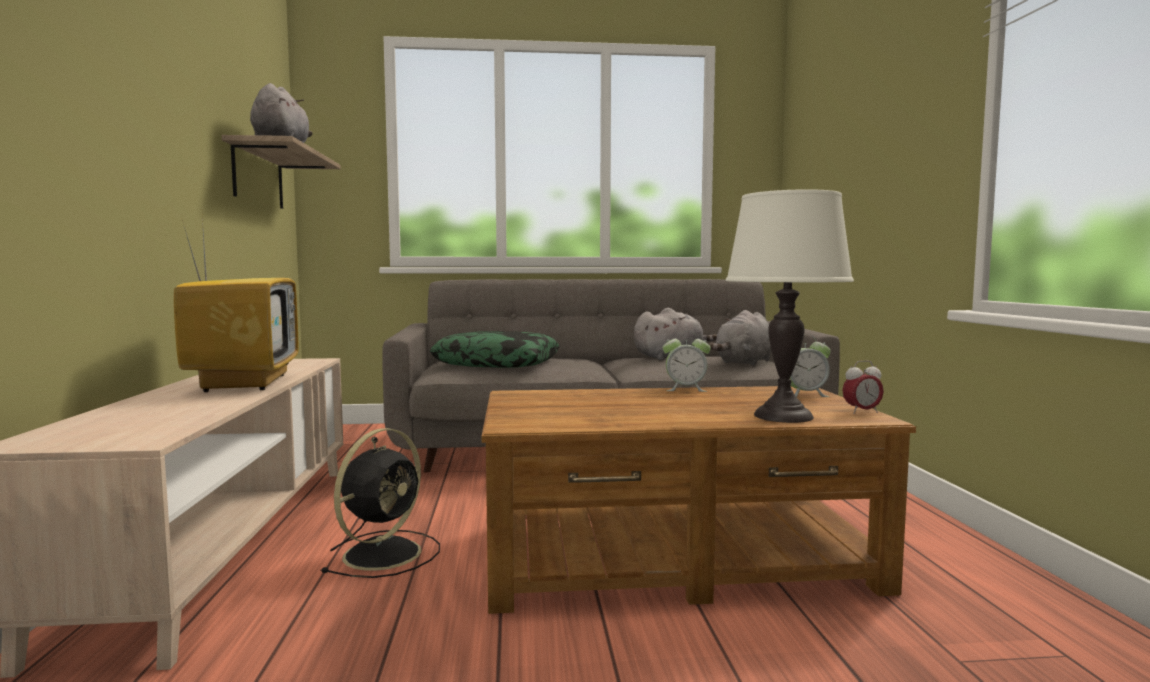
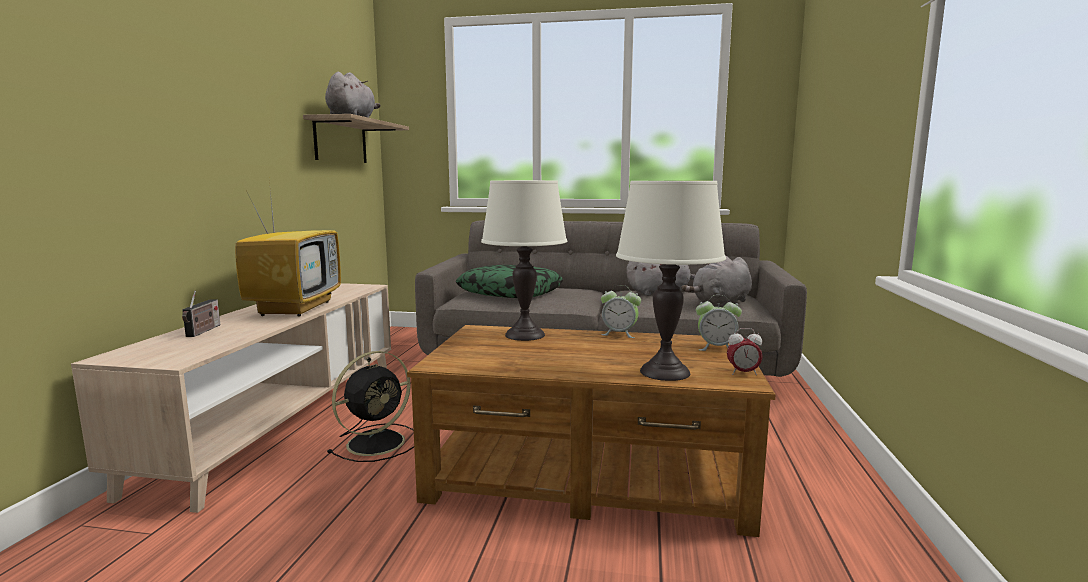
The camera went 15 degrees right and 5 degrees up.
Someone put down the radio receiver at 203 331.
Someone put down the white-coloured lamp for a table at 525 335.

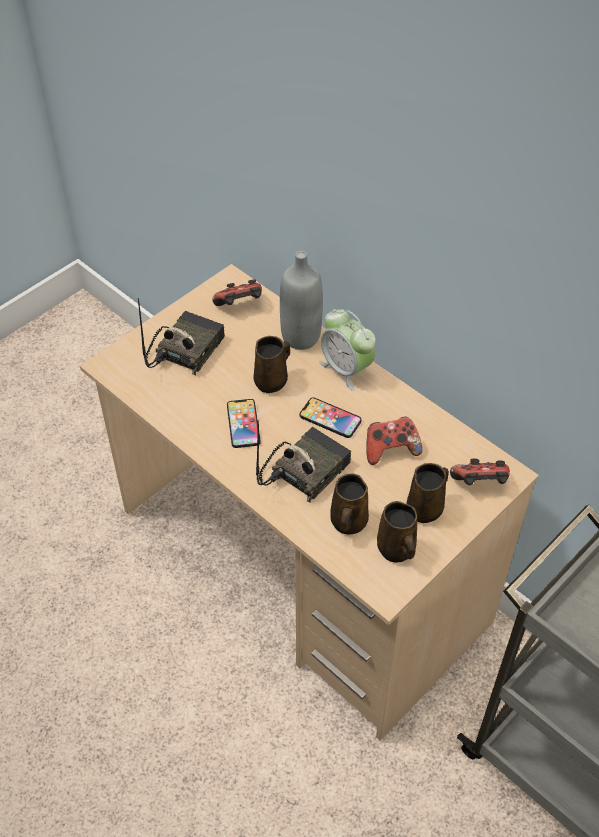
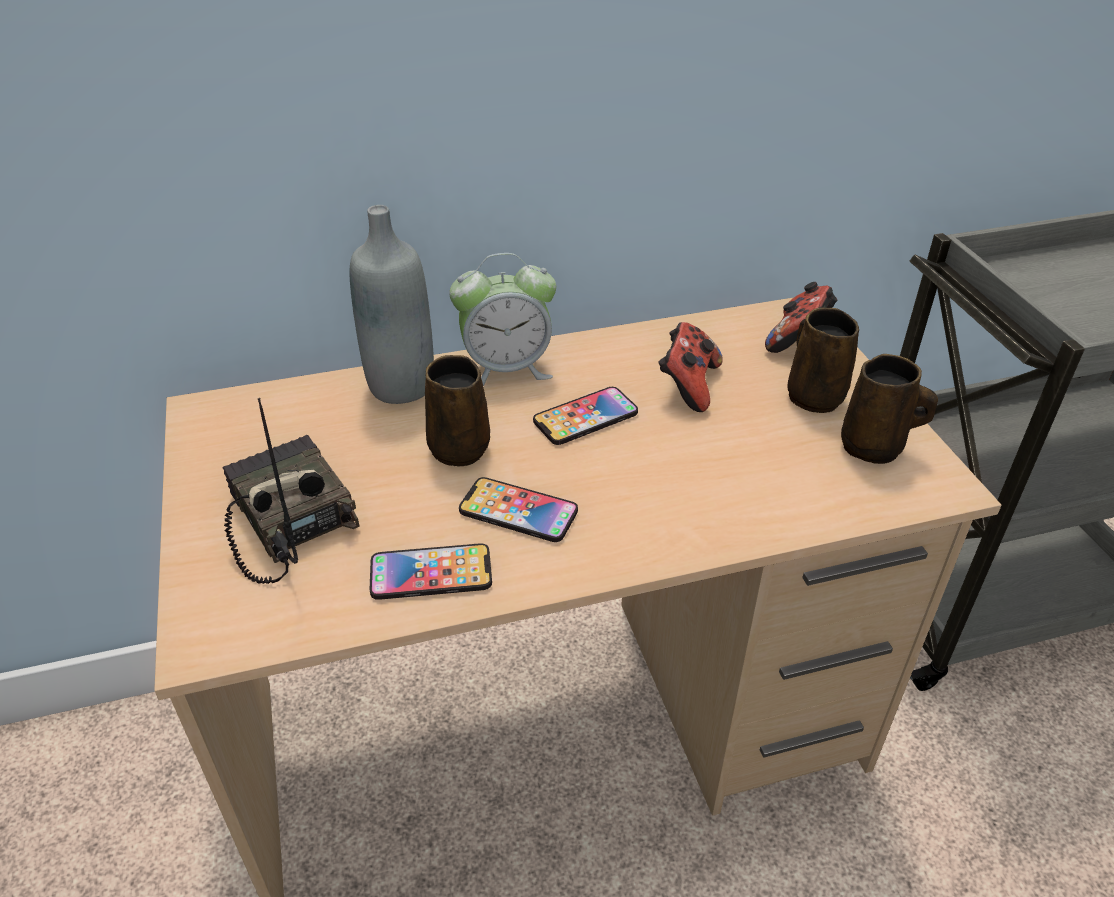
The camera went 60 degrees left and 10 degrees down.
Someone took away the joypad at 240 306.
Someone took away the radio receiver at 304 470.
Someone took away the brown-coloured mug at 348 523.
Someone put down the handset at 431 573.

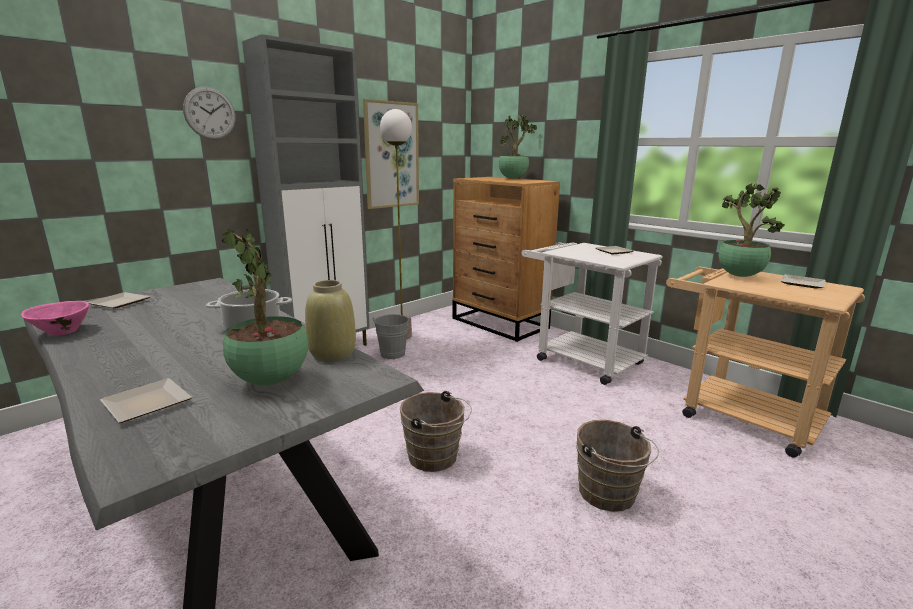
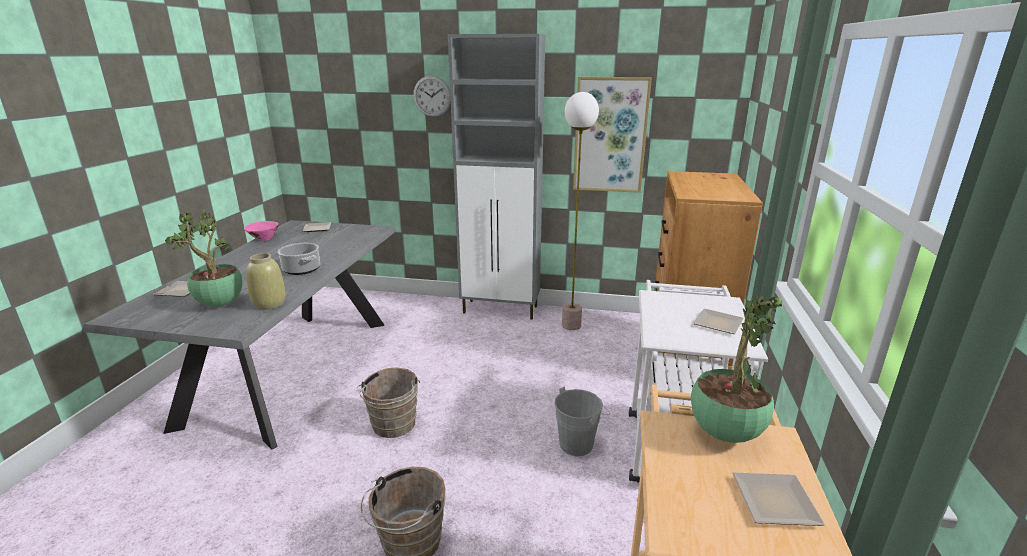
The camera went 55 degrees right and 5 degrees up.
Someone carried the gray water bucket from 393 353 to 579 443.
Someone took away the houseplant at 513 178.

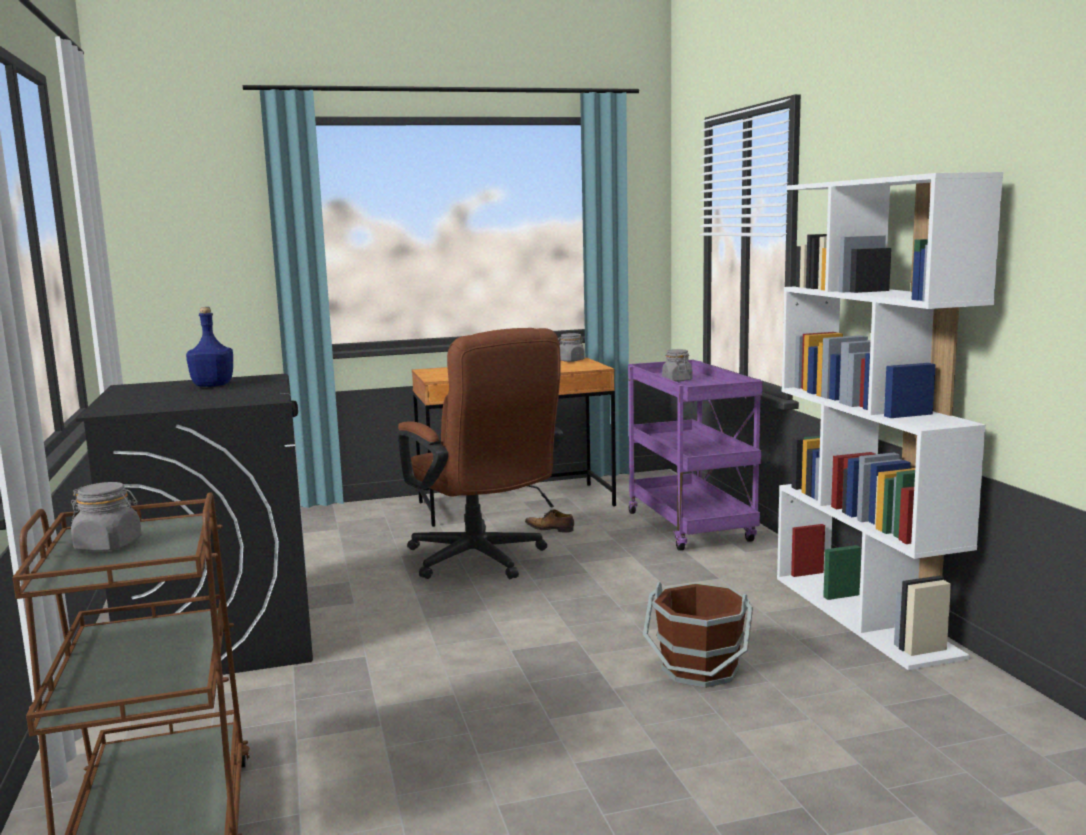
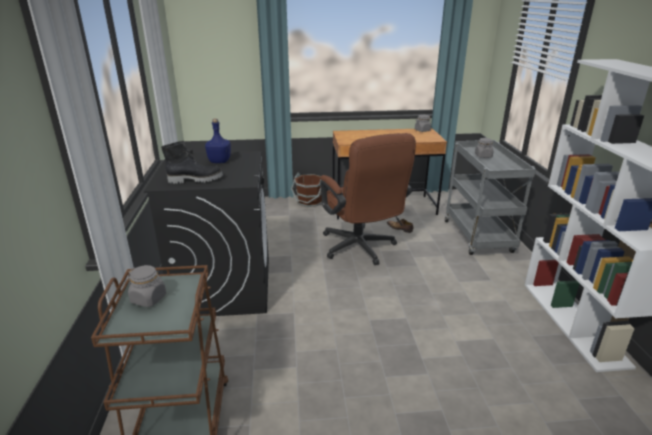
The camera went 10 degrees right and 15 degrees up.
Someone repainted the purple-coloured wheeled cart at 692 528, which became the gray wheeled cart at 479 237.
Someone carried the brown-coloured water bucket from 700 670 to 309 202.
Someone put down the black high-top boot at 195 180.

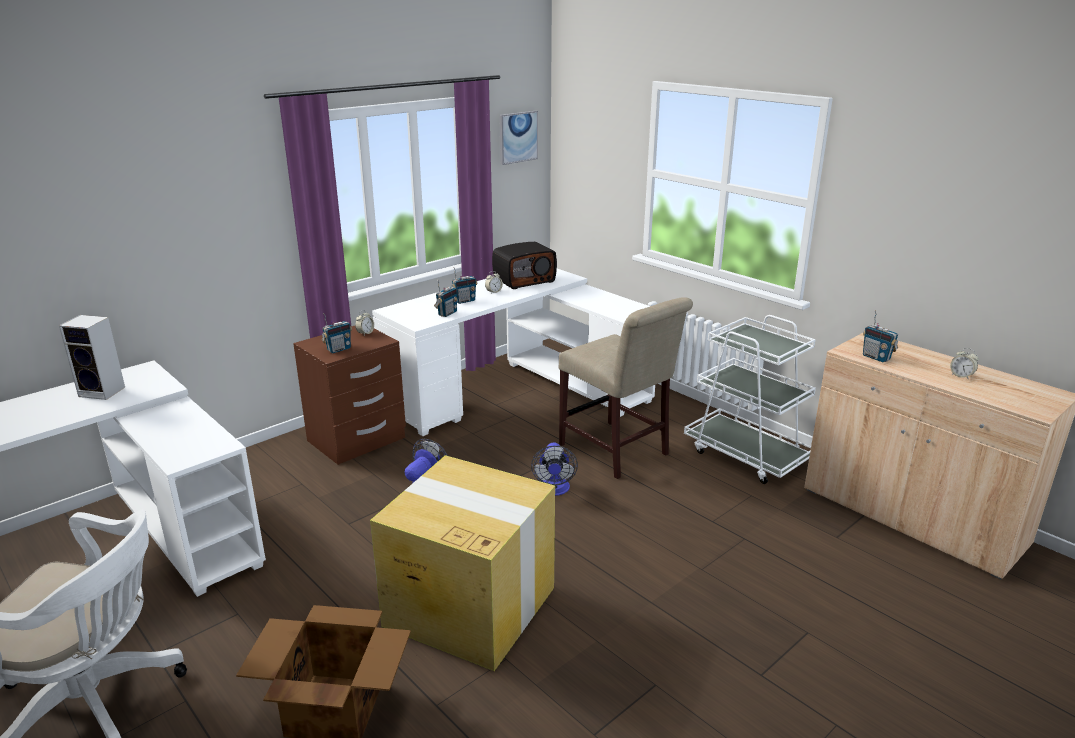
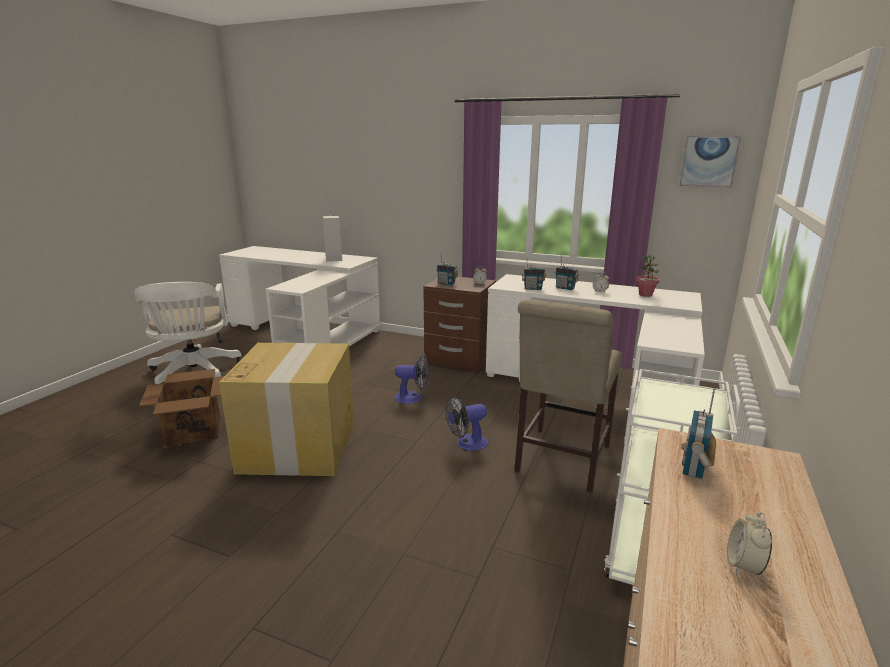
The camera went 65 degrees right and 5 degrees down.
Someone swapped the radio receiver at 524 280 for the houseplant at 645 295.

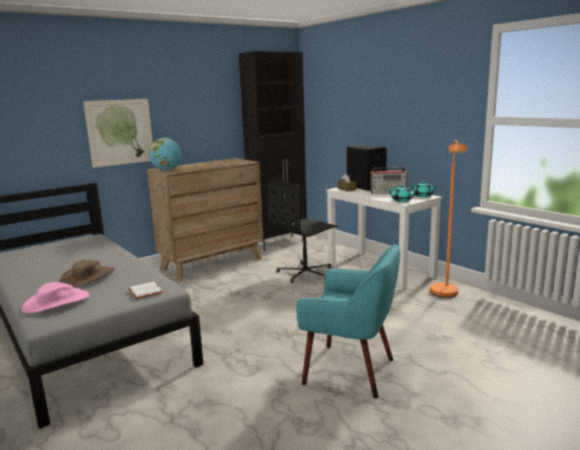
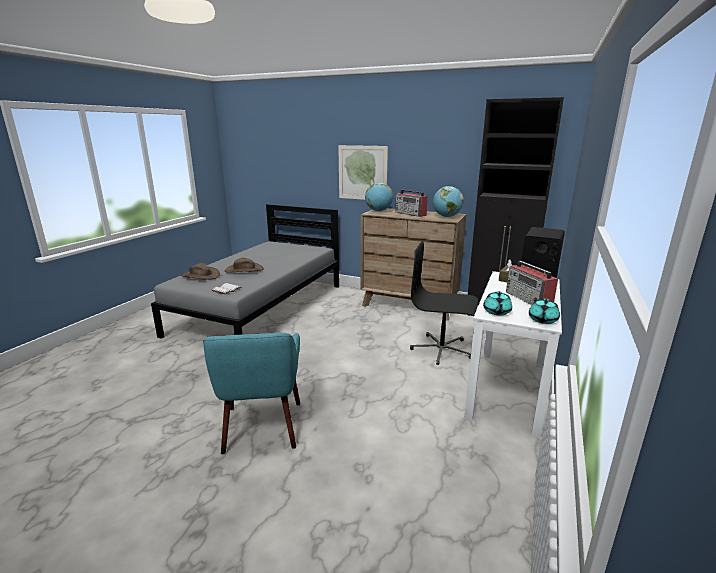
The camera went 60 degrees right and 5 degrees up.
Someone repainted the pinkish clothing hat at 56 302, which became the brown-coloured clothing hat at 200 275.
Someone took away the orange-coloured standing lamp at 445 295.
Someone put down the radio receiver at 411 214.
Someone put down the desk globe at 446 216.

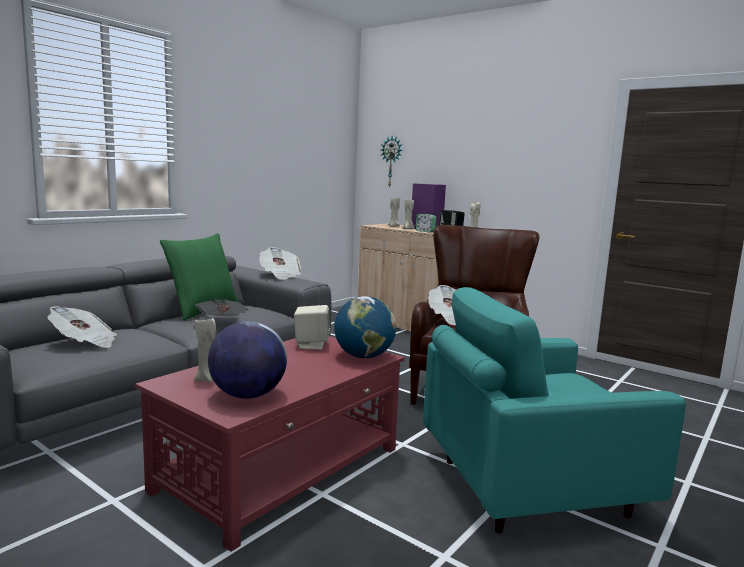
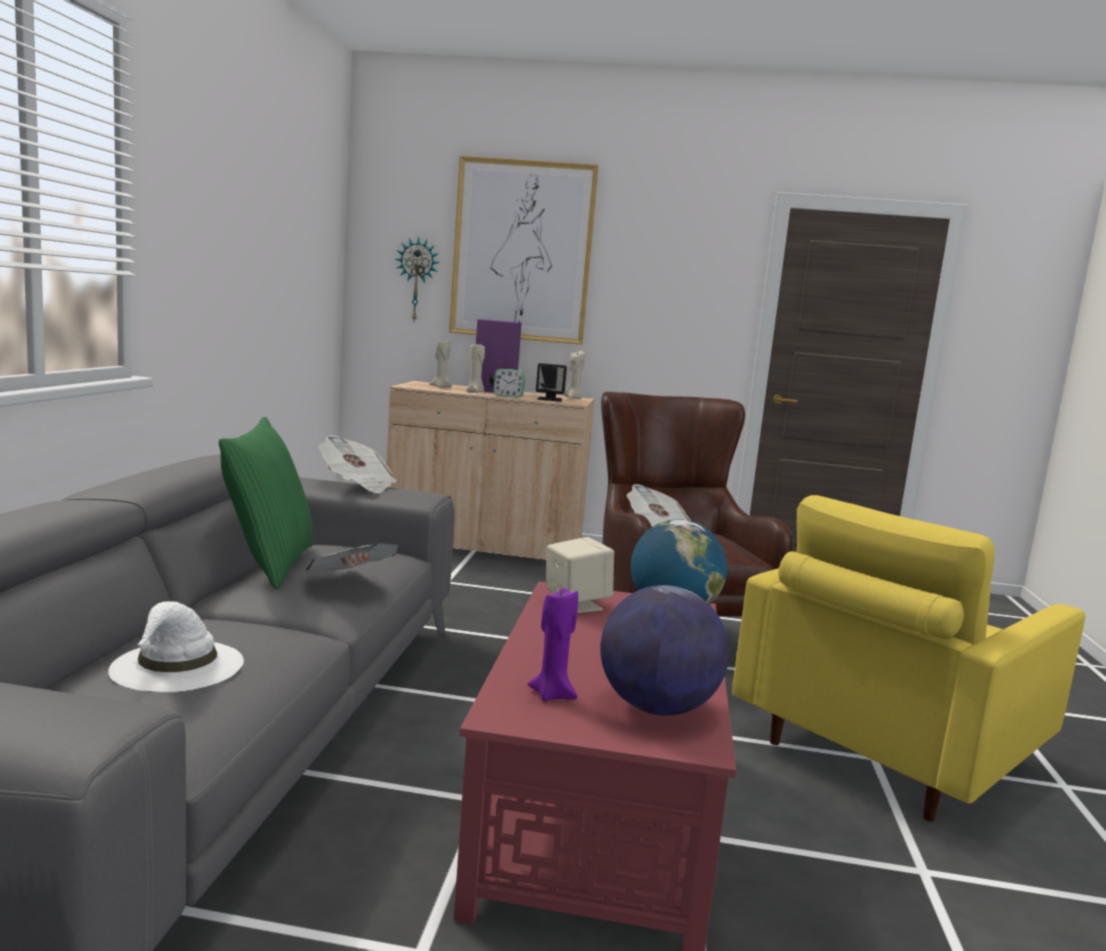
The camera went 30 degrees left and 0 degrees up.
Someone swapped the printed paper at 85 343 for the white-coloured clothing hat at 177 666.
Someone repainted the beige-coloured wax light at 207 379, which became the purple-coloured wax light at 552 694.
Someone repainted the turquoise armchair at 526 487, which became the yellow-coloured armchair at 884 752.
Someone put up the picture at 522 251.

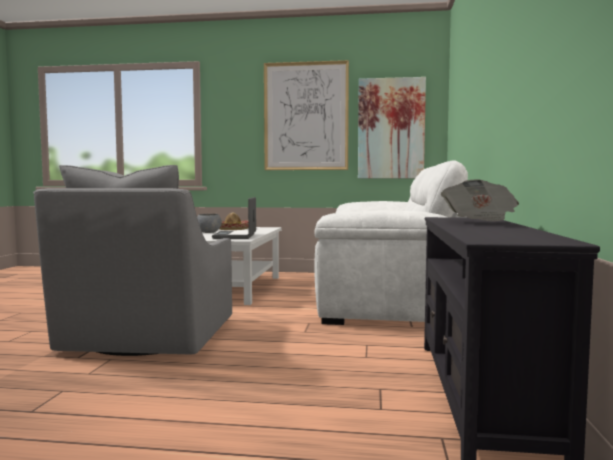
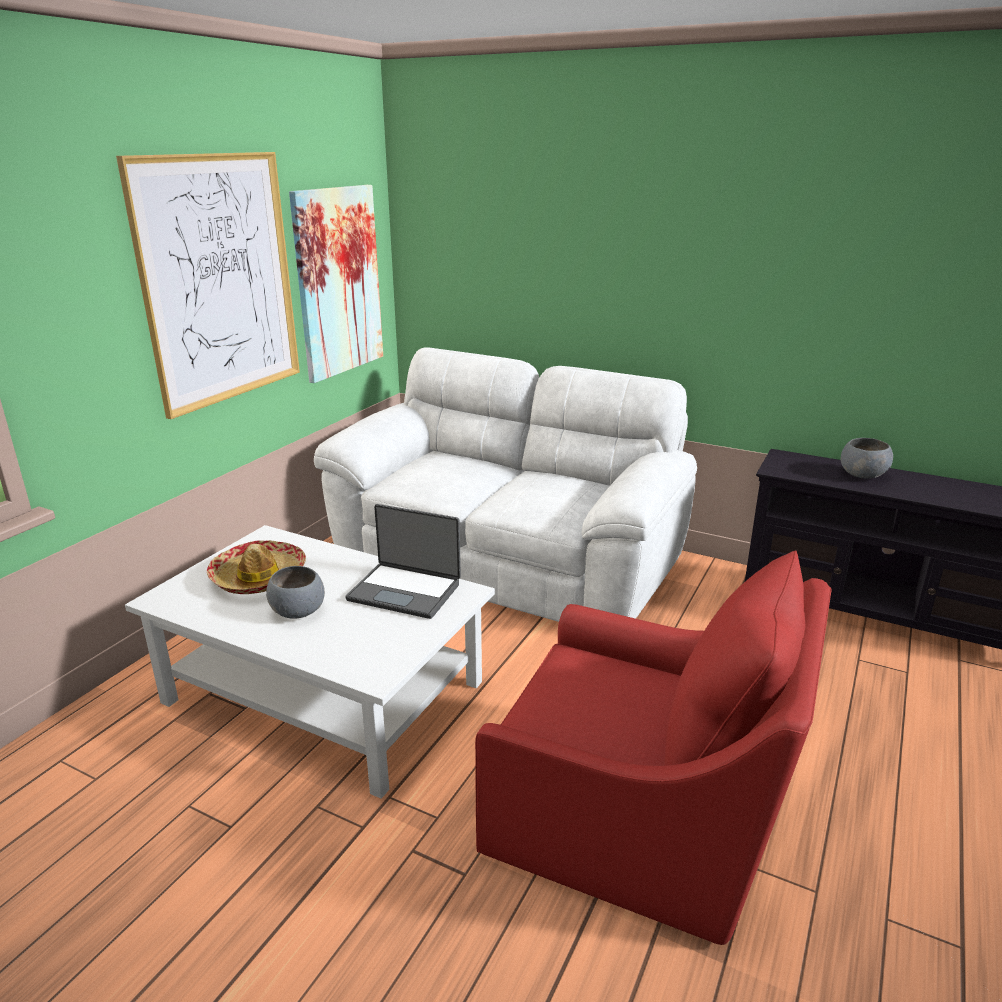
The camera went 70 degrees left and 20 degrees up.
Someone repainted the gray armchair at 147 337, which became the red-coloured armchair at 642 819.
Someone swapped the printed paper at 480 223 for the gray serving bowl at 861 475.

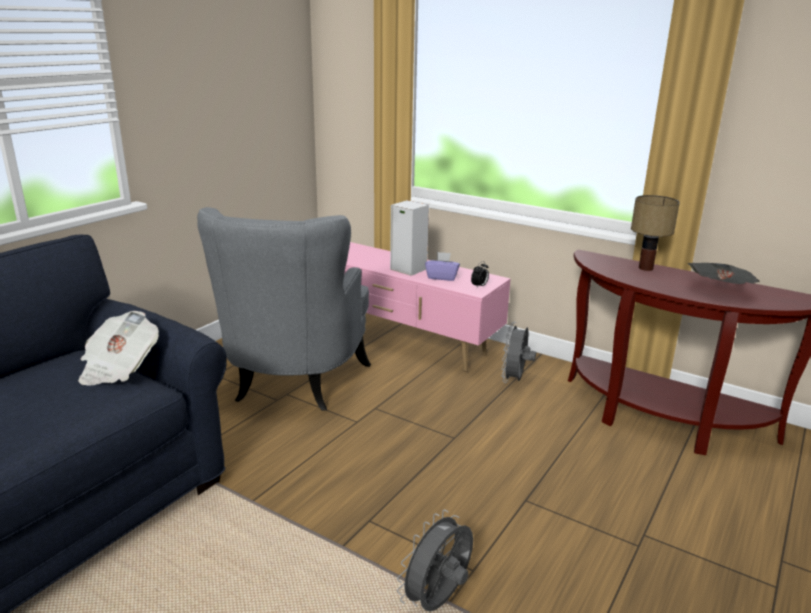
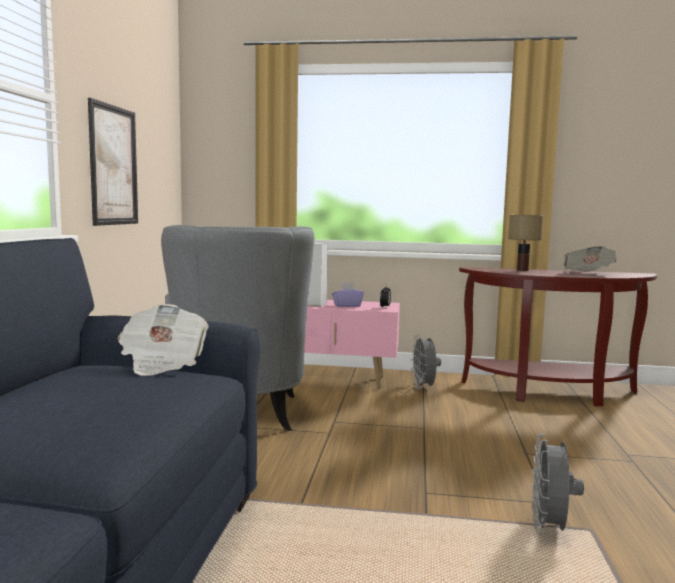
The camera went 25 degrees left and 15 degrees down.
Someone put up the picture at 113 165.

